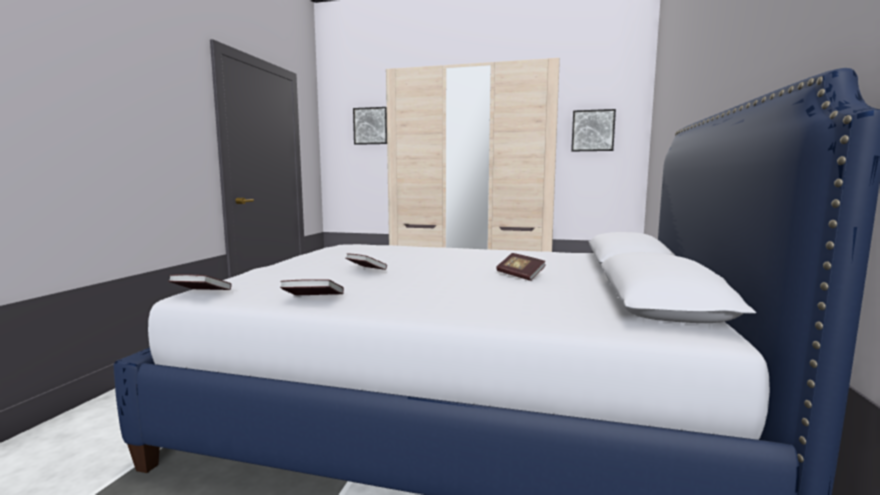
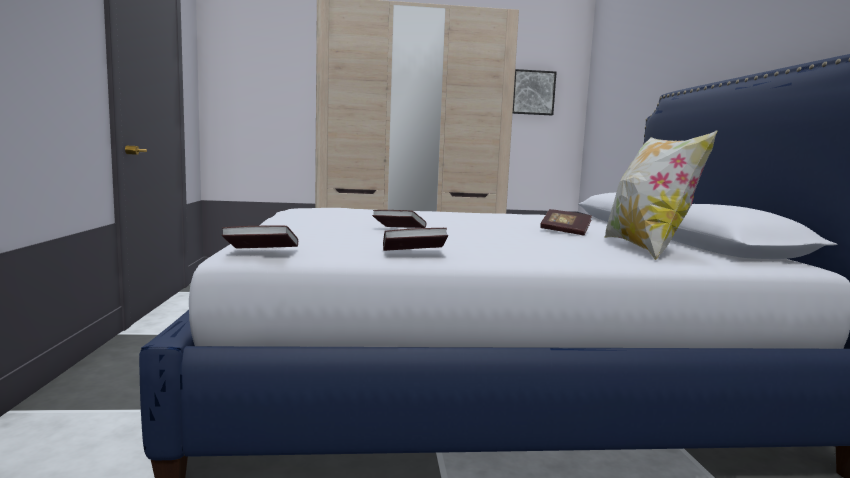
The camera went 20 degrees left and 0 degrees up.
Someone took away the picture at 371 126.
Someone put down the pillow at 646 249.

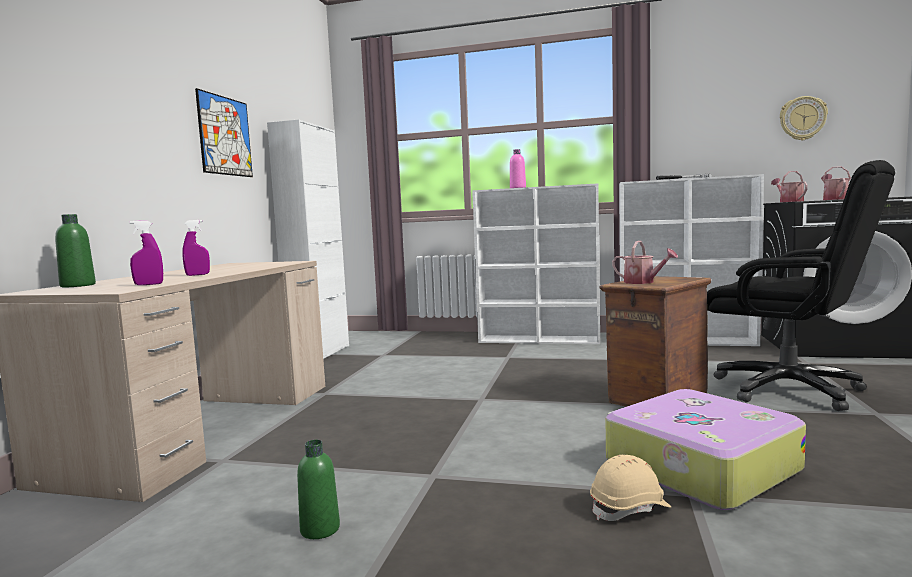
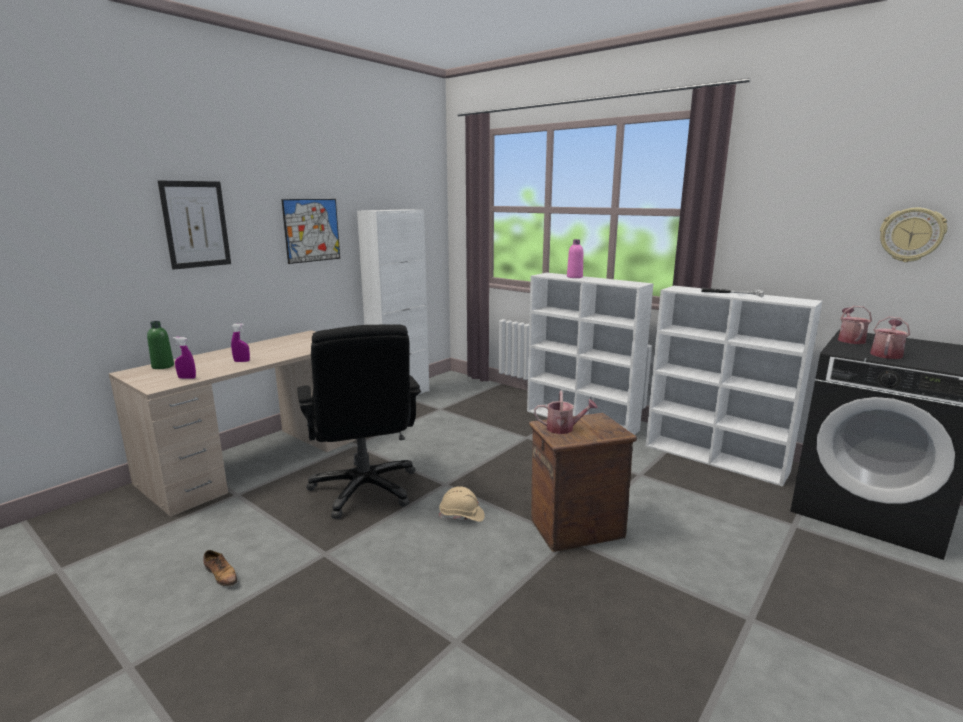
The camera went 25 degrees right and 10 degrees up.
Someone swapped the green beverage bottle at 320 529 for the low shoe at 221 575.
Someone carried the beige-coloured hard hat from 630 509 to 462 516.
Someone took away the suitcase at 698 466.
Someone rotated the watering pot at 643 282 by 60 degrees counterclockwise.
Someone carried the black desk chair from 789 389 to 365 489.
Someone put up the picture at 196 224.

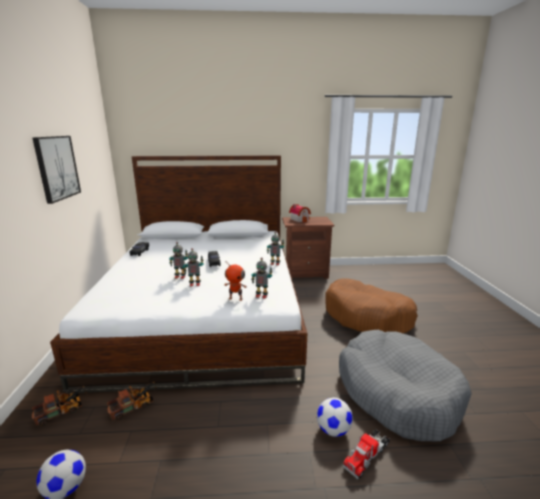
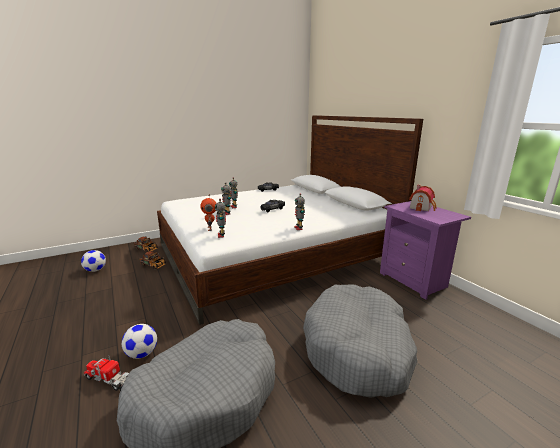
The camera went 65 degrees right and 0 degrees up.
Someone took away the picture at 57 168.
Someone repainted the brown-coloured bedside table at 305 273, which became the purple-coloured bedside table at 415 281.
Someone repainted the brown-coloured dog cushion at 367 316, which became the gray dog cushion at 358 349.

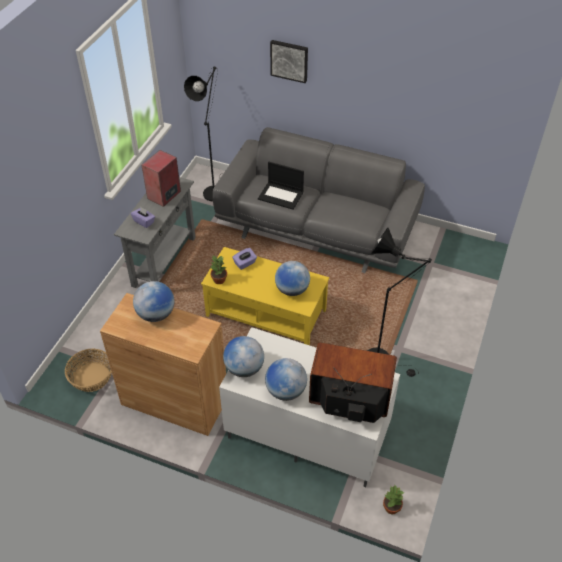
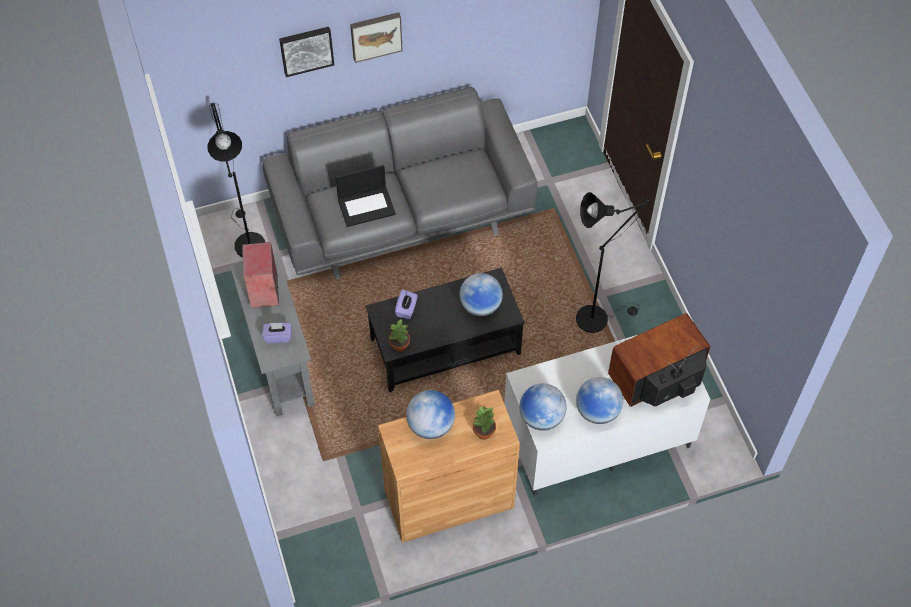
The camera went 40 degrees left and 10 degrees up.
Someone took away the household basket at 92 377.
Someone repainted the yellow-coloured lounge table at 266 312, which became the black lounge table at 445 345.
Someone carried the houseplant from 391 508 to 484 432.
Someone put up the picture at 375 35.

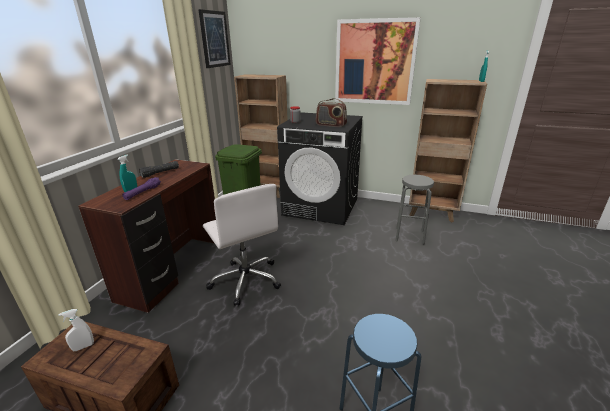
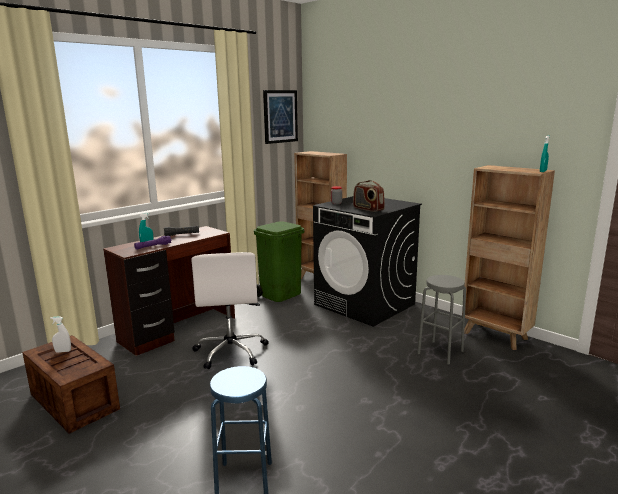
The camera went 25 degrees right and 10 degrees down.
Someone took away the picture at 374 62.

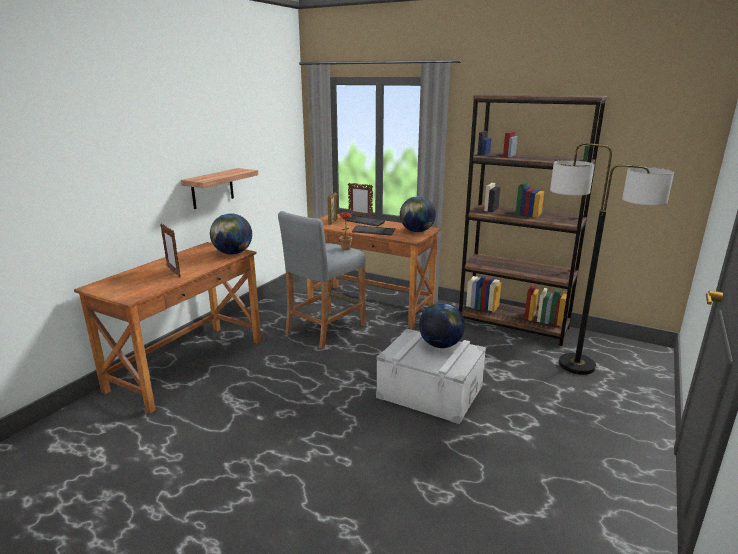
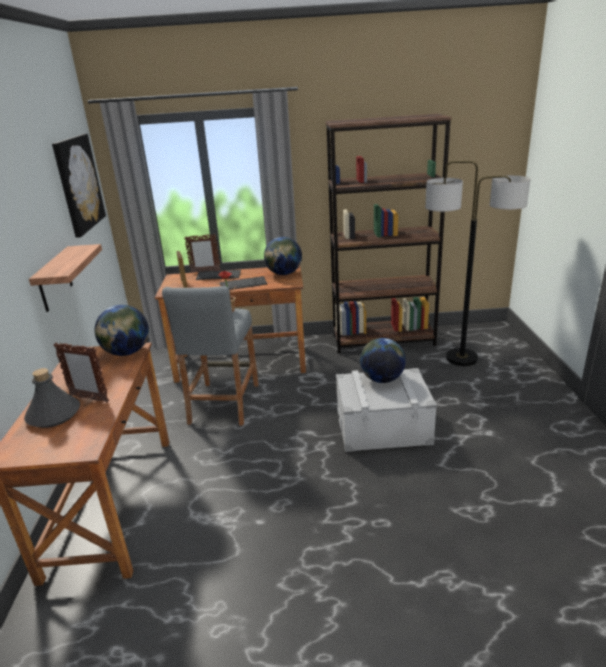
The camera went 30 degrees left and 5 degrees up.
Someone put down the gray beverage bottle at 54 415.
Someone put up the picture at 78 183.

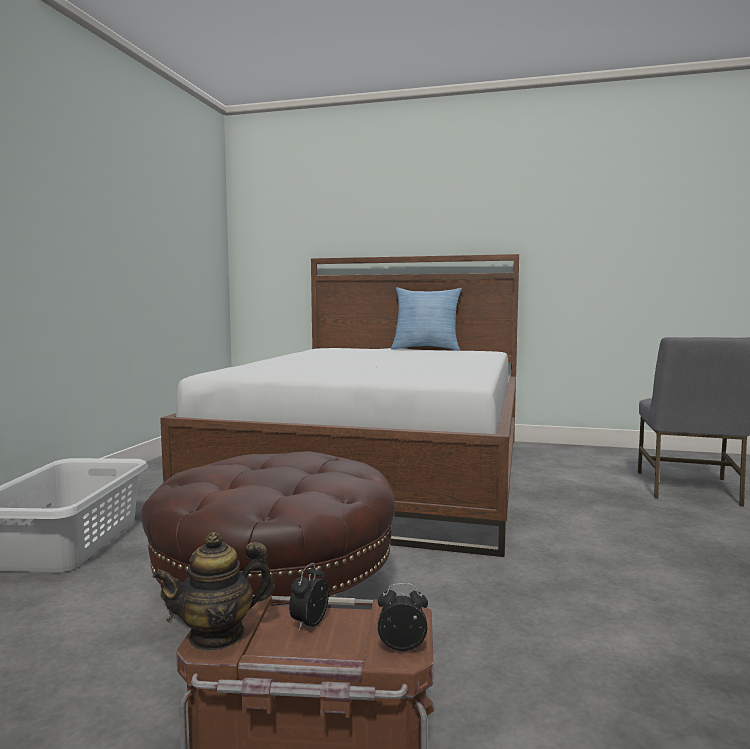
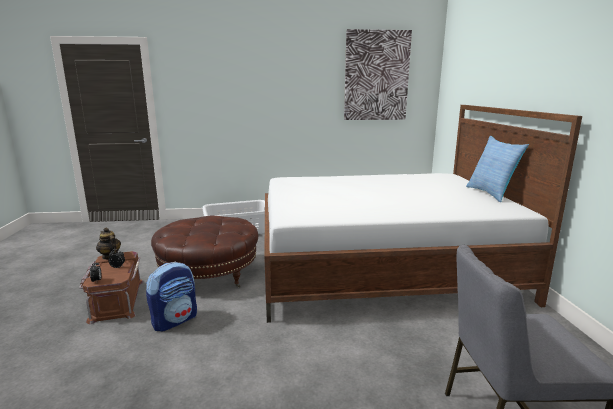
The camera went 70 degrees right and 10 degrees up.
Someone put down the knapsack at 175 320.
Someone put up the picture at 376 76.

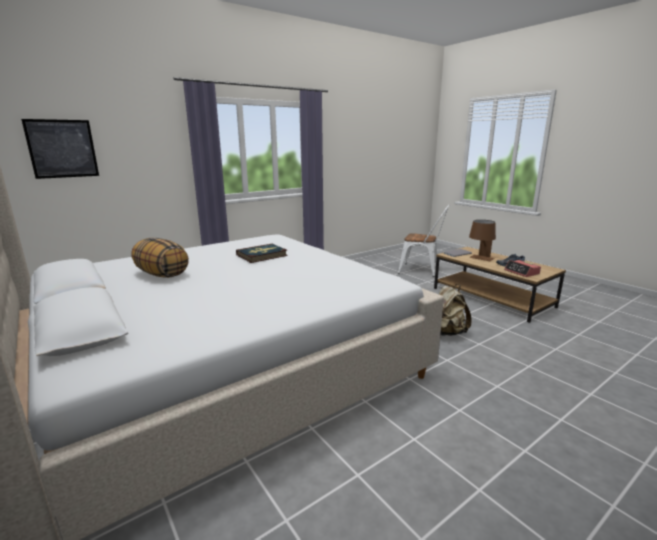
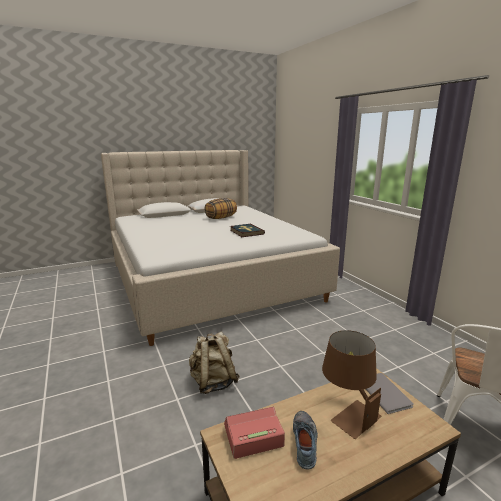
The camera went 100 degrees right and 0 degrees up.
Someone took away the picture at 62 149.

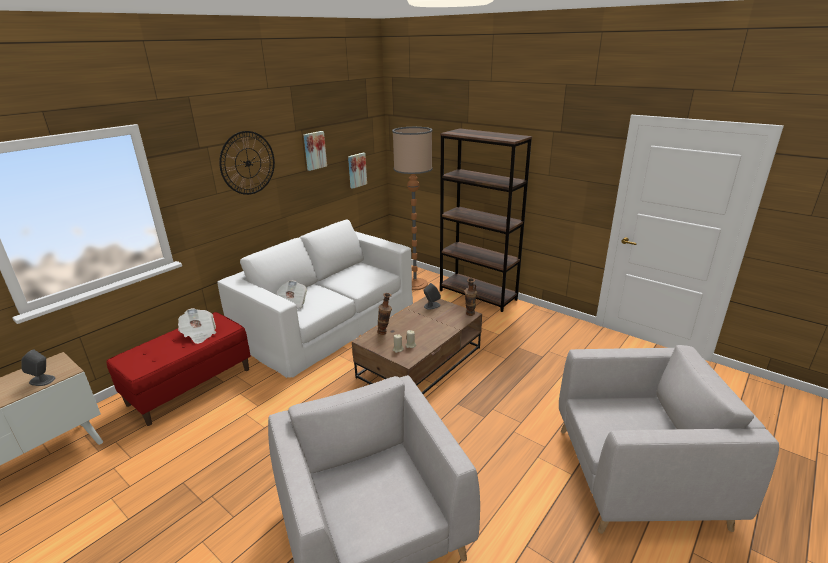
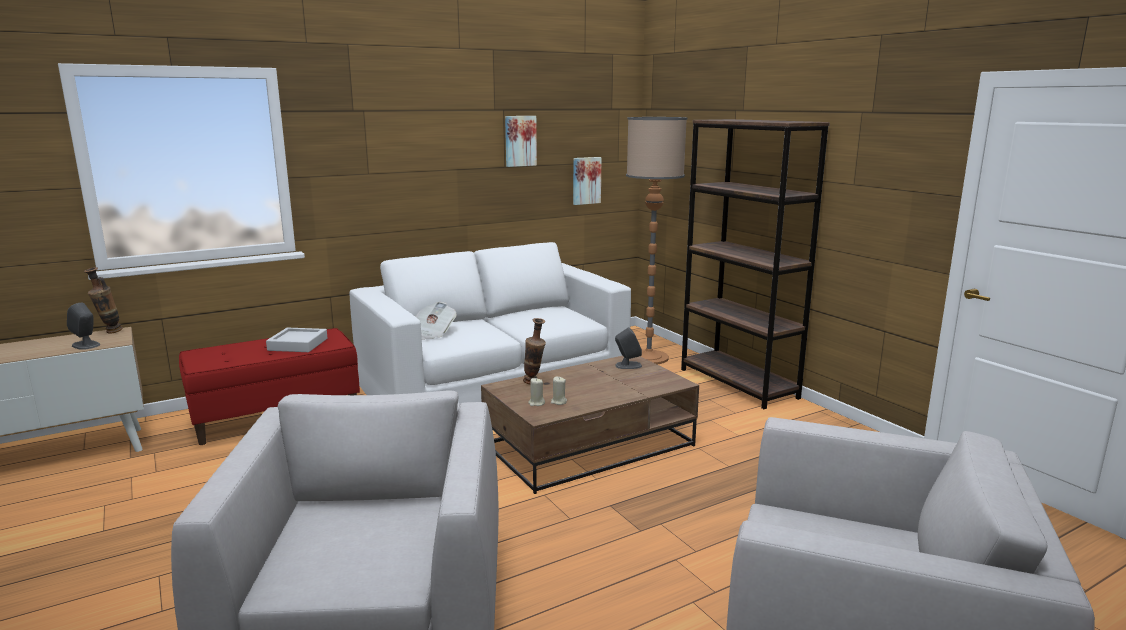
The camera went 20 degrees right and 10 degrees down.
Someone swapped the printed paper at 199 334 for the gray carrying tray at 298 344.
Someone took away the hanging clock at 248 163.
Someone carried the flower vase from 470 315 to 109 332.

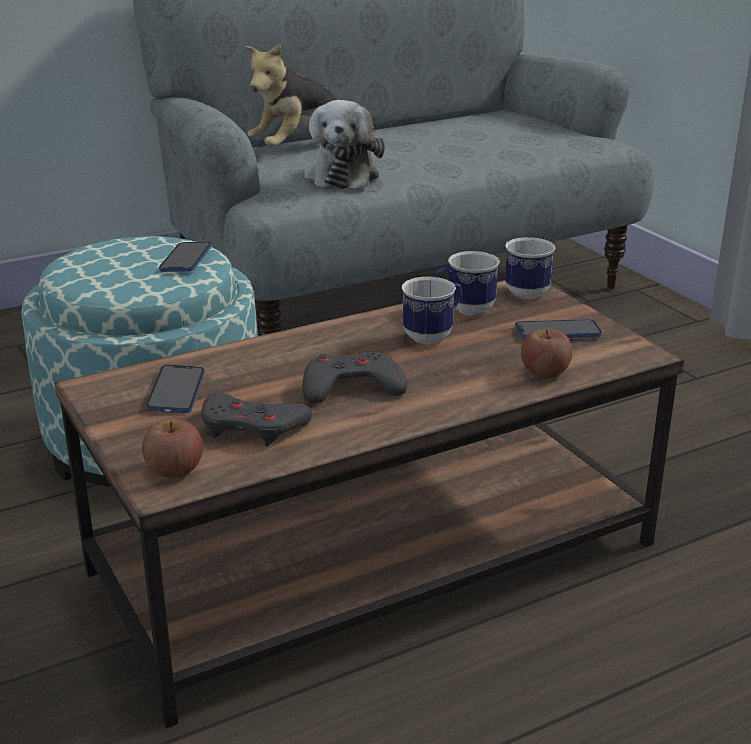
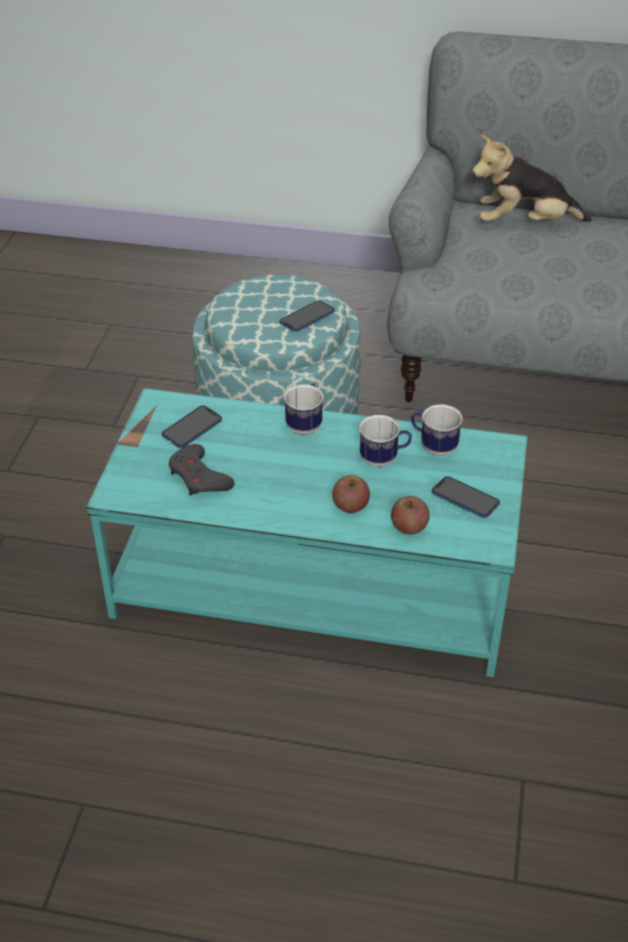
The camera went 40 degrees right and 15 degrees up.
Someone repainted the brown-coloured lounge table at 374 560, which became the turquoise lounge table at 311 583.
Someone carried the apple from 174 469 to 350 505.
Someone took away the gray joypad at 351 387.
Someone took away the plush toy at 343 175.
Someone carried the mug from 523 290 to 305 424.

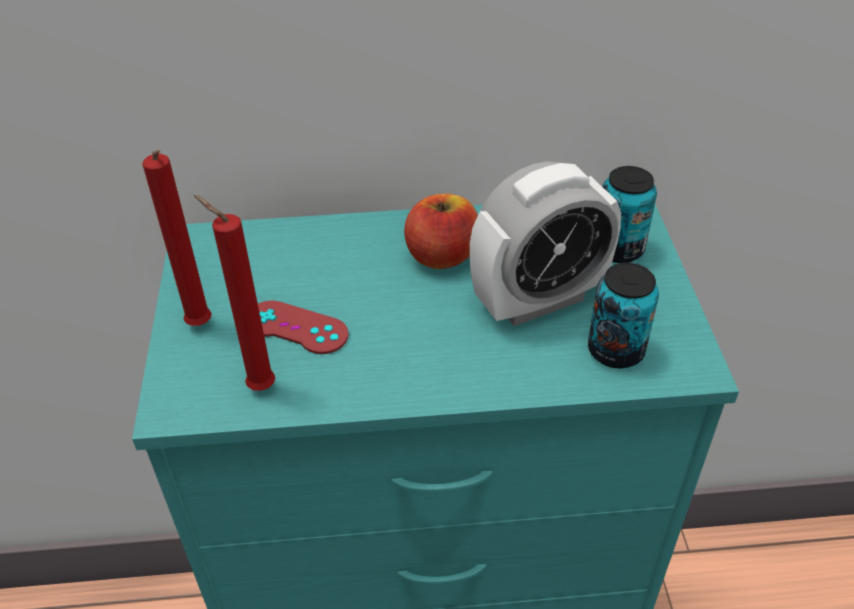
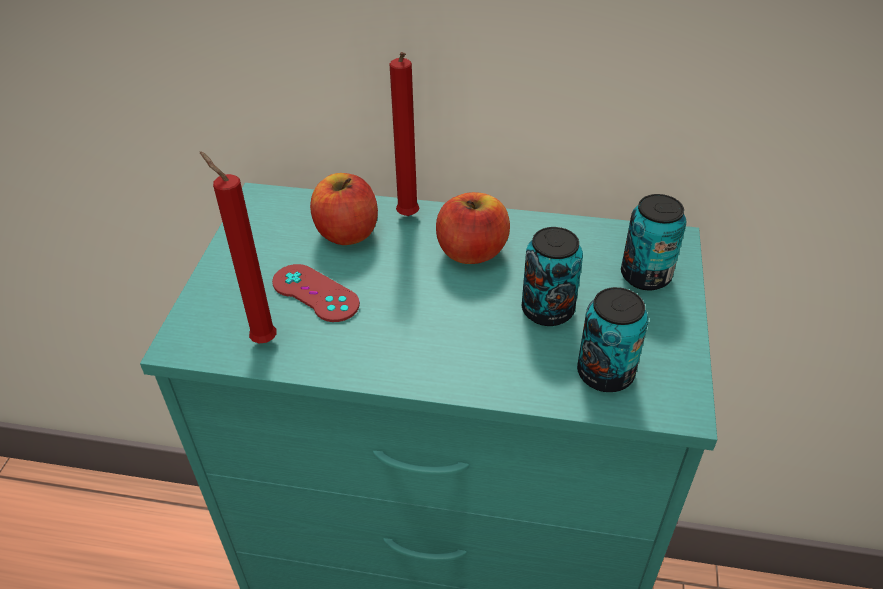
The camera went 15 degrees right and 0 degrees up.
Someone carried the red-coloured wax light from 200 327 to 408 218.
Someone swapped the alarm clock at 538 300 for the can at 547 310.
Someone put down the apple at 347 233.

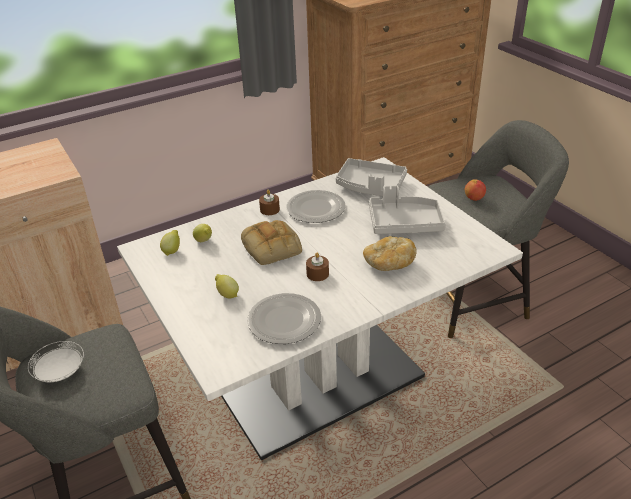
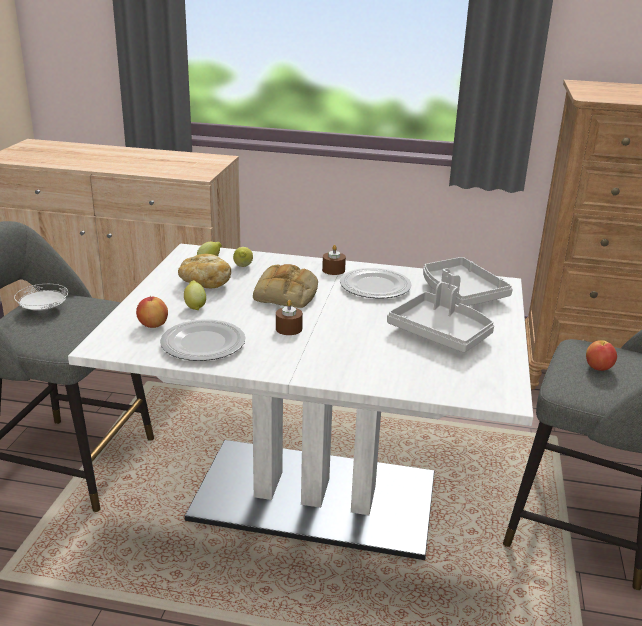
The camera went 40 degrees right and 10 degrees down.
Someone carried the bread from 389 264 to 204 283.
Someone put down the apple at 153 325.

